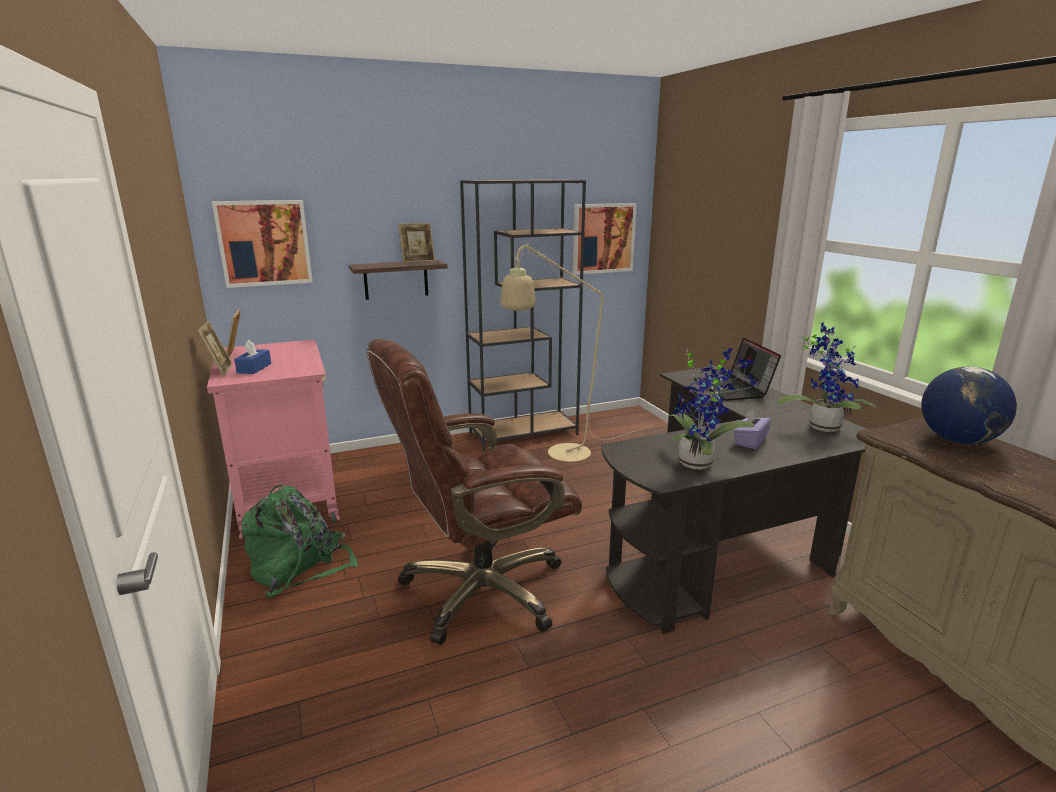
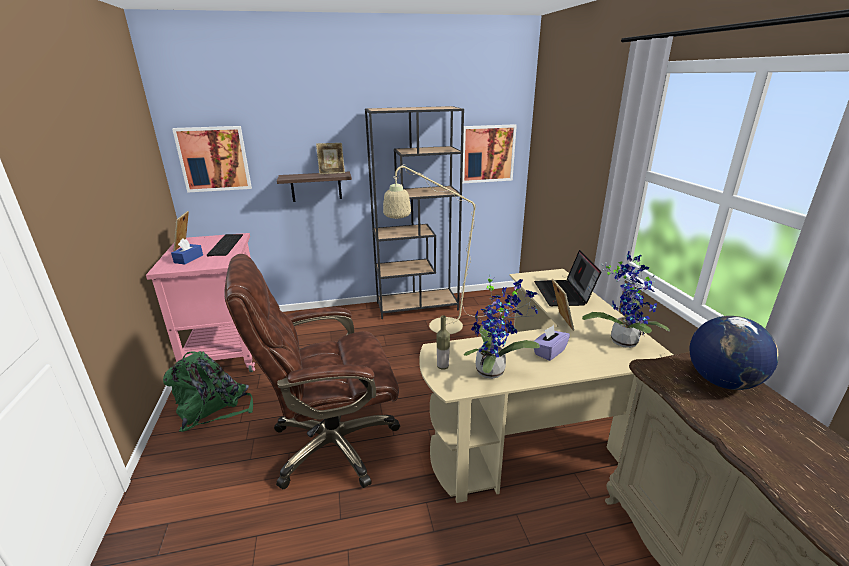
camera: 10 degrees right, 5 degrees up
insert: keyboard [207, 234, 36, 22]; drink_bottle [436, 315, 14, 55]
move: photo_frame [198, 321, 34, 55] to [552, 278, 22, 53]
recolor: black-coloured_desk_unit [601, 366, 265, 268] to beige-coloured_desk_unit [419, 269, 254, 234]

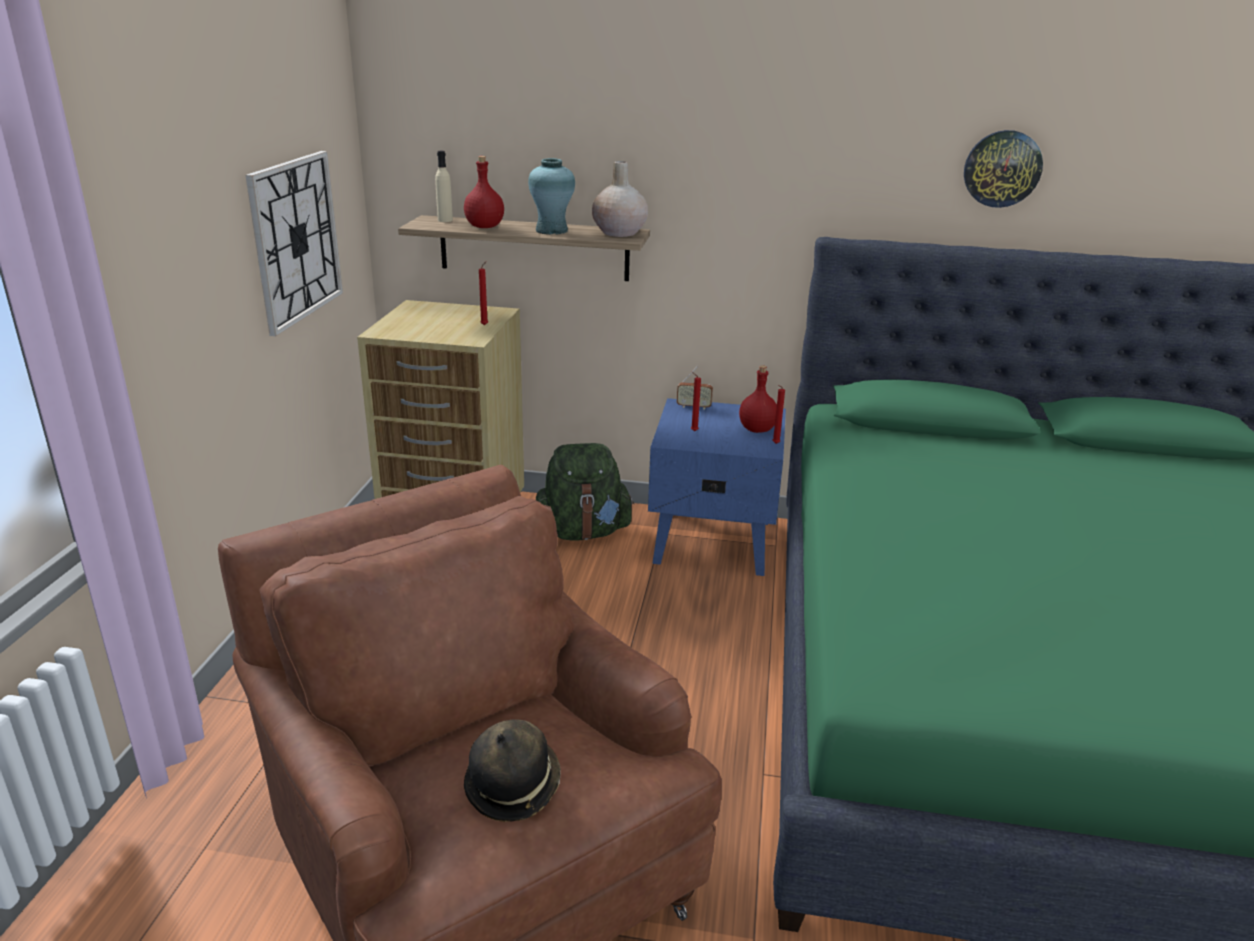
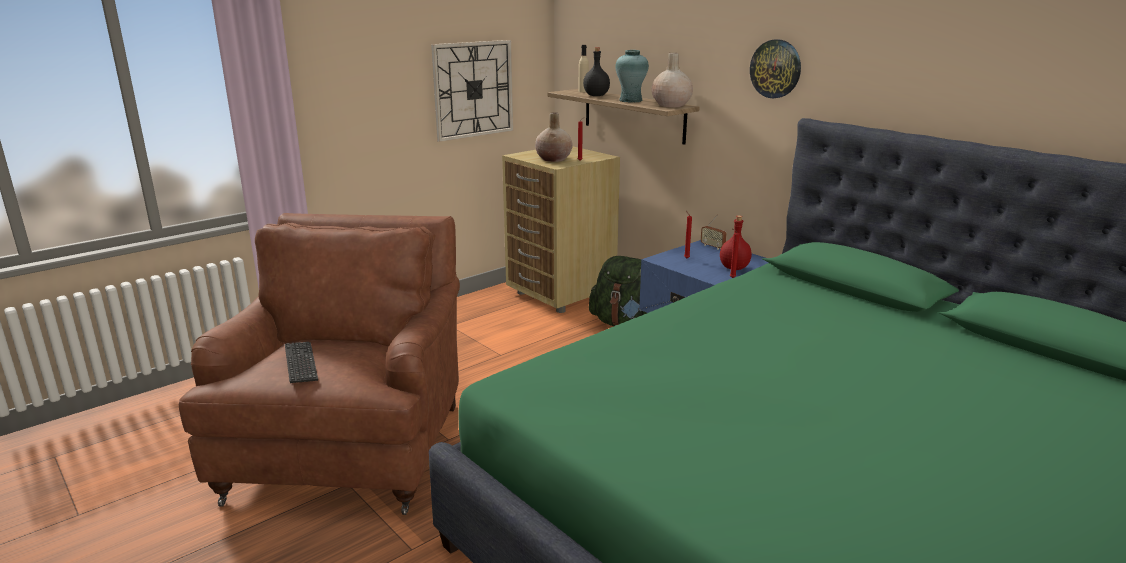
camera: 40 degrees right, 5 degrees down
insert: beige-coloured_vase [535, 112, 38, 50]
move: hanging_clock [964, 130, 79, 78] to [750, 39, 51, 59]
replace: hat [464, 719, 97, 103] to keyboard [285, 342, 33, 41]
recolor: red_drink_bottle [464, 156, 40, 72] to black-coloured_drink_bottle [583, 47, 27, 49]

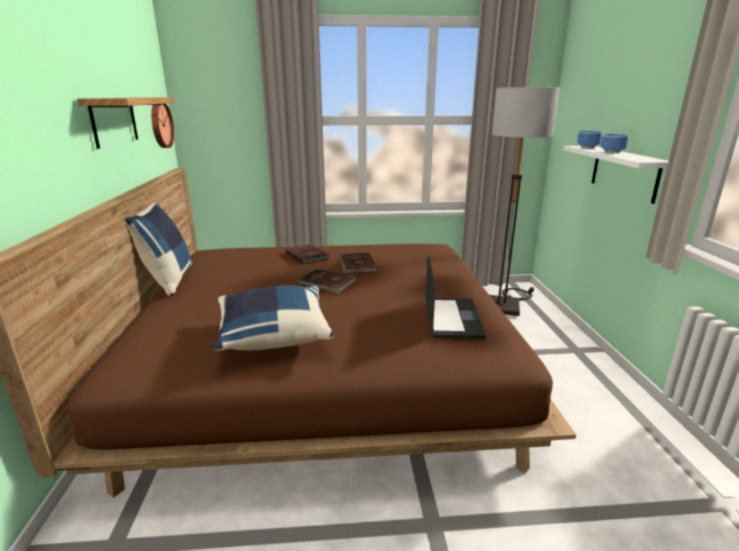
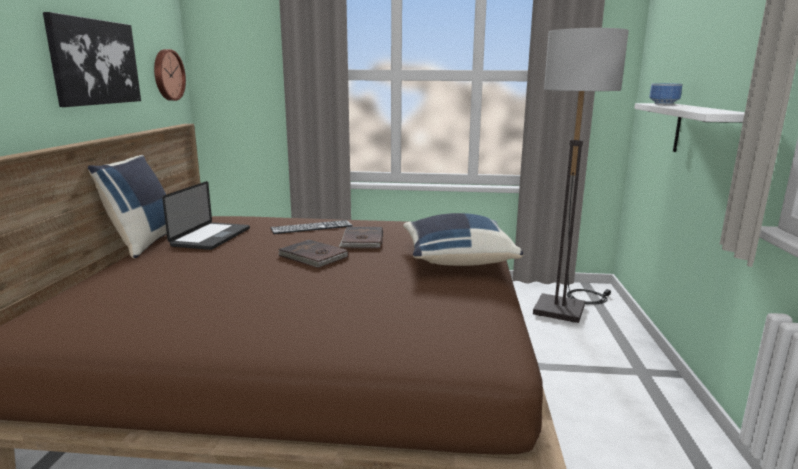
camera: 10 degrees right, 5 degrees down
delete: serving_bowl [600, 134, 29, 19]
move: laptop [425, 255, 61, 84] to [162, 181, 88, 69]; blue_pillow [213, 286, 121, 65] to [403, 213, 120, 53]
replace: wall_shelf [77, 97, 98, 52] to wall_art [43, 12, 98, 95]; brownish_volume [286, 244, 43, 21] to keyboard [270, 220, 83, 14]

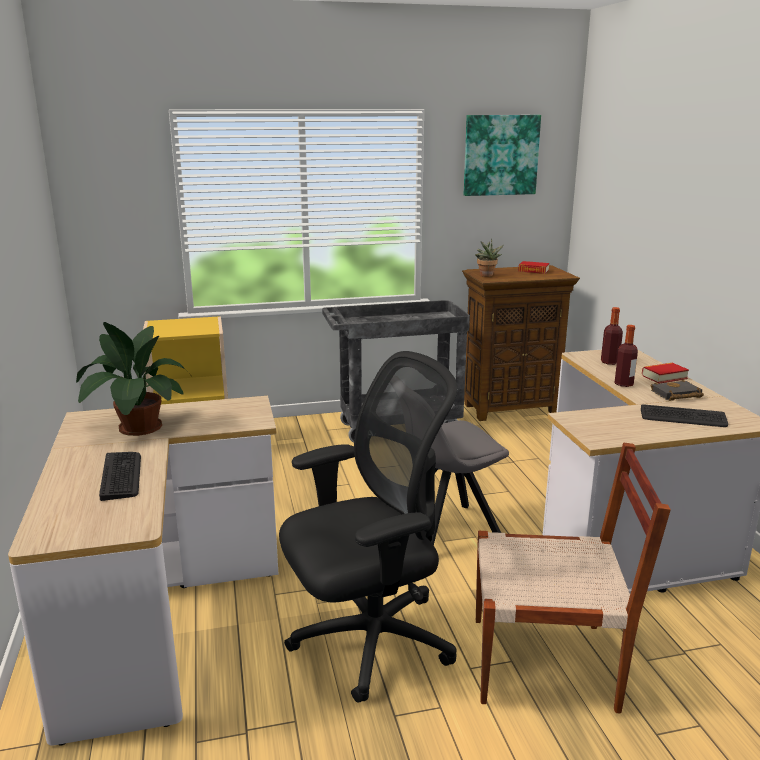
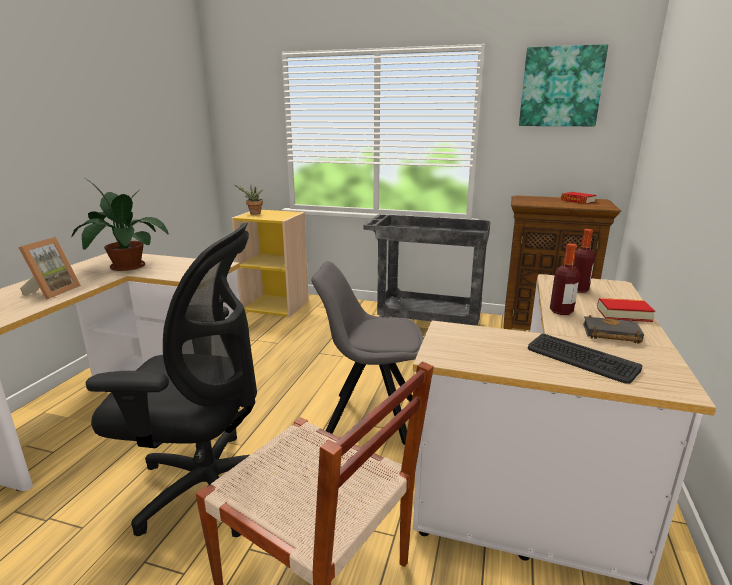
camera: 30 degrees right, 0 degrees up
move: plant_in_a_pot [475, 239, 29, 38] to [235, 184, 28, 31]
replace: keyboard [99, 452, 42, 49] to photo_frame [18, 237, 63, 63]

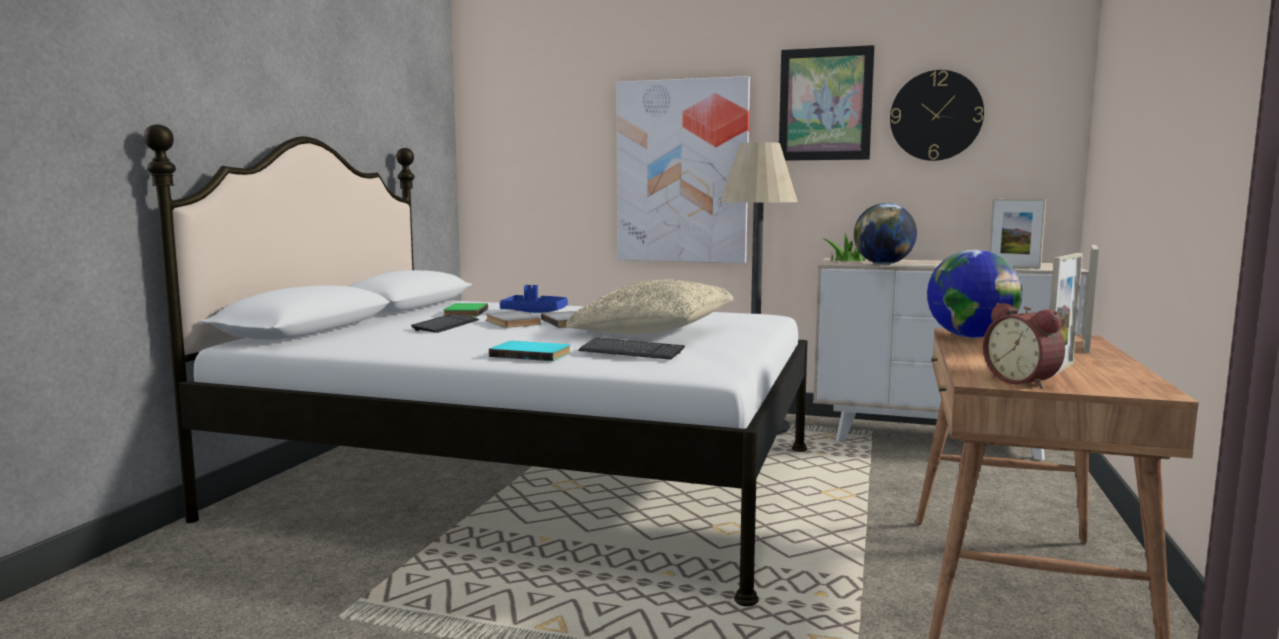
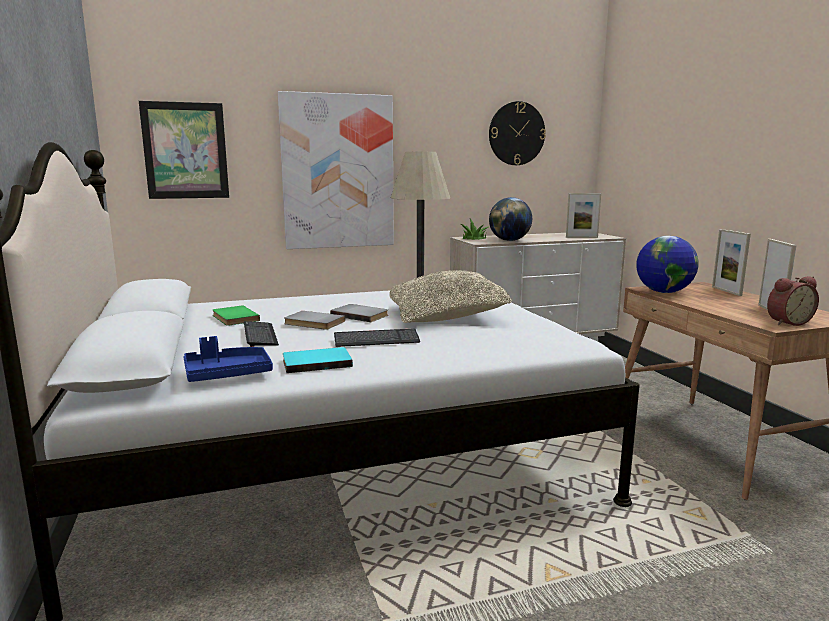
camera: 35 degrees left, 5 degrees up
move: wall_art [779, 45, 96, 116] to [139, 101, 90, 98]; blue_tray [500, 285, 68, 28] to [184, 336, 89, 46]; turquoise-coloured_volume [489, 341, 82, 20] to [283, 347, 70, 26]; keyboard [578, 338, 107, 22] to [334, 329, 86, 18]
rotate: bedside_clock [983, 303, 82, 86] = [767, 276, 52, 50] 45 degrees counterclockwise

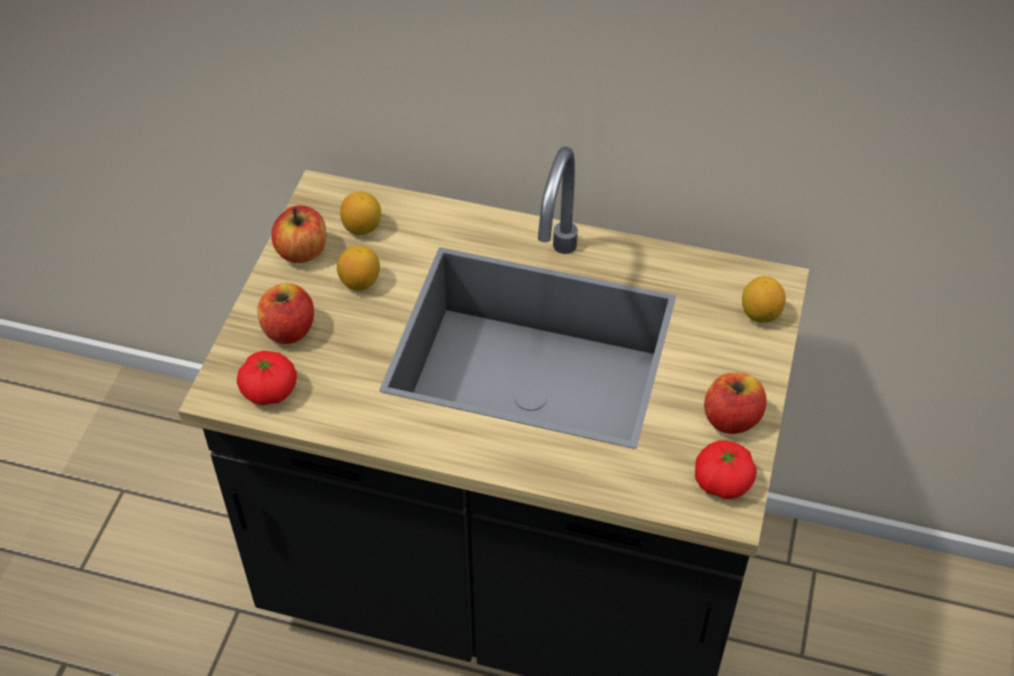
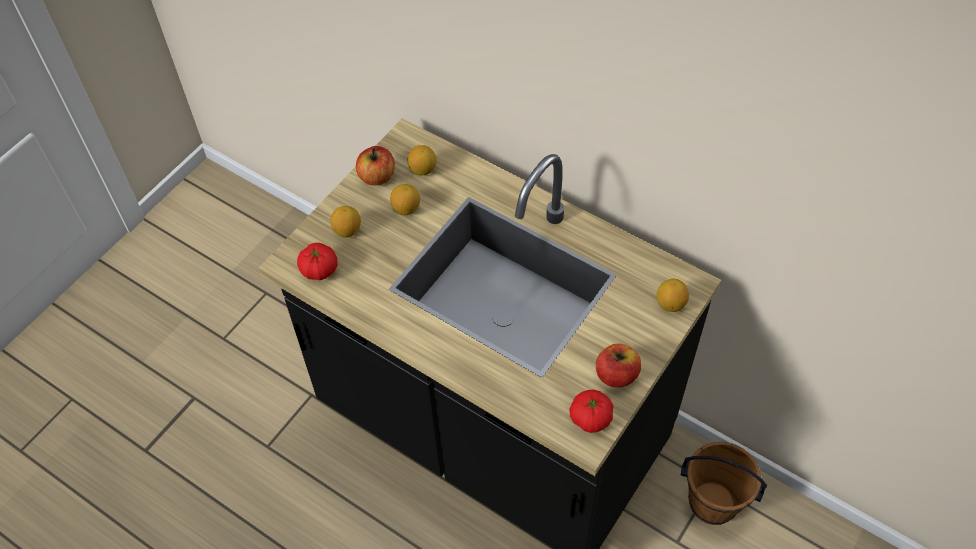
camera: 20 degrees right, 5 degrees up
insert: brownish_bucket [681, 442, 86, 83]
replace: whole_apple [257, 283, 57, 61] to lemon [330, 206, 31, 32]

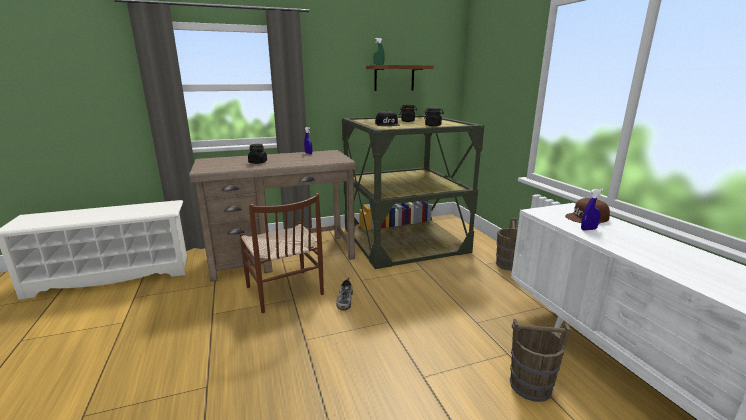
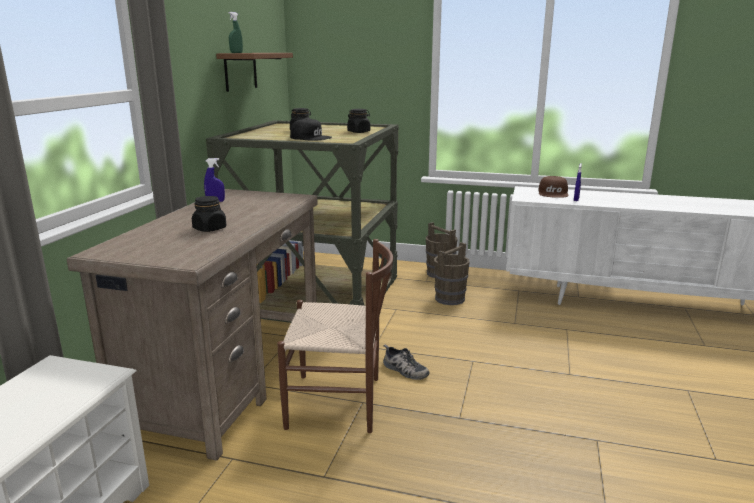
camera: 55 degrees left, 0 degrees up
move: brownish_bucket [510, 319, 61, 83] to [434, 242, 36, 63]

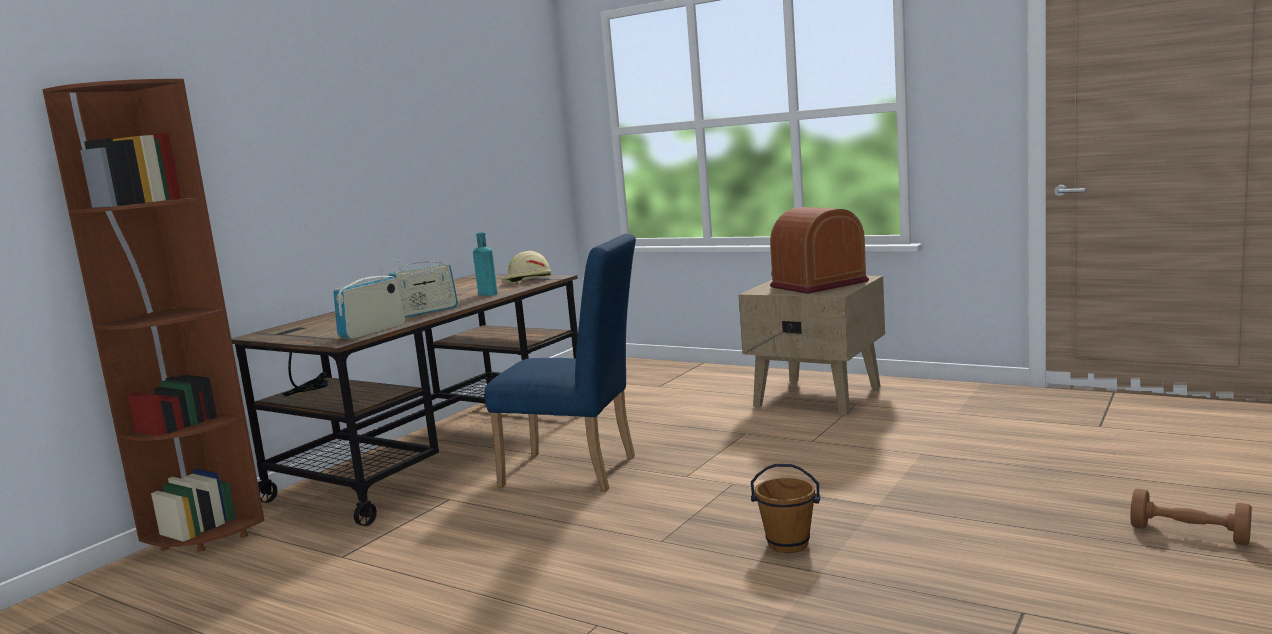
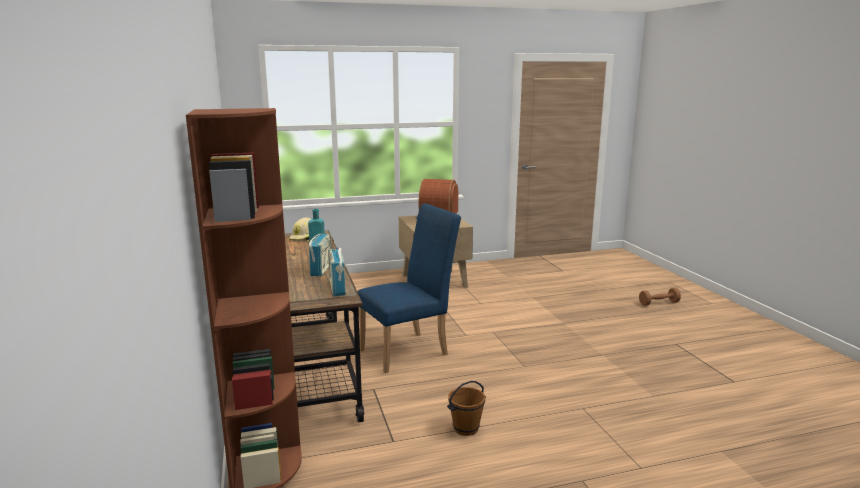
camera: 50 degrees left, 5 degrees up
move: brownish_bucket [751, 464, 69, 89] to [447, 381, 39, 55]

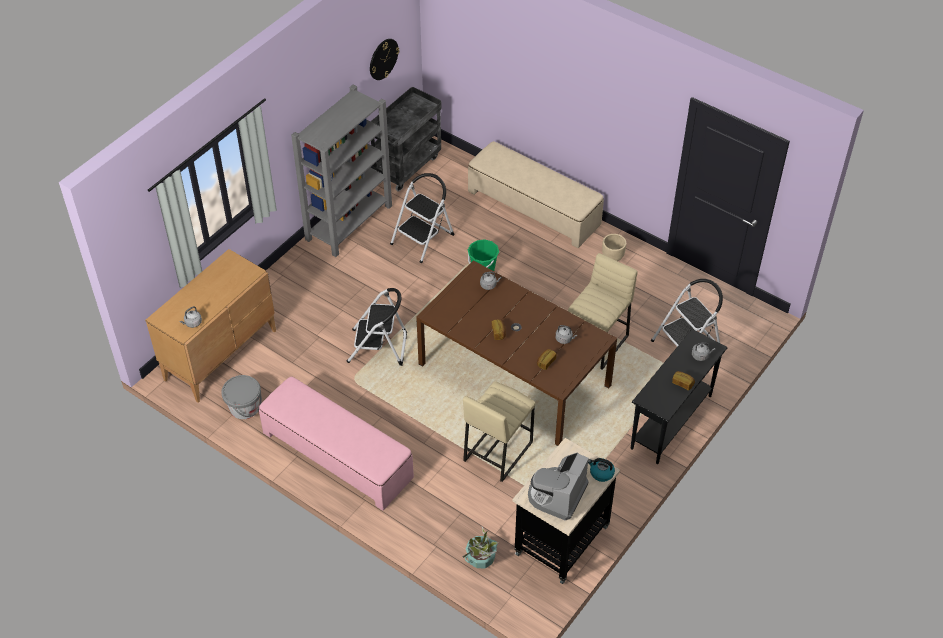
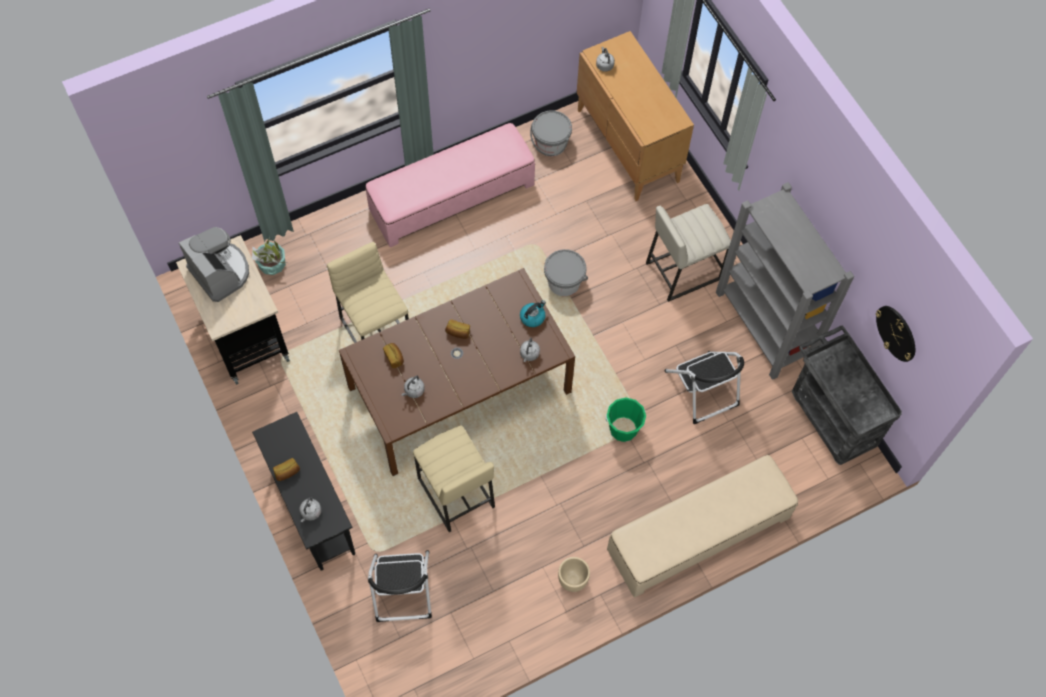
camera: 115 degrees right, 15 degrees up
insert: beige-coloured_stool_seat [646, 204, 85, 98]
move: water_kettle [588, 458, 27, 24] to [520, 300, 26, 27]
replace: step_ladder [347, 288, 60, 78] to gray_bucket [544, 249, 44, 47]

